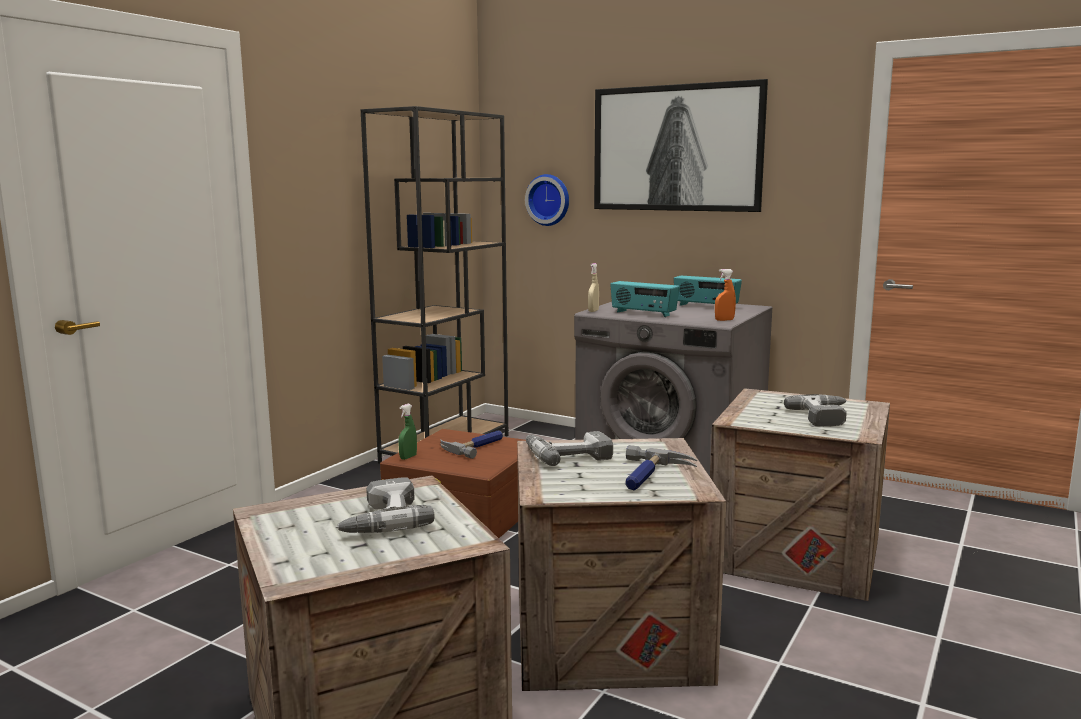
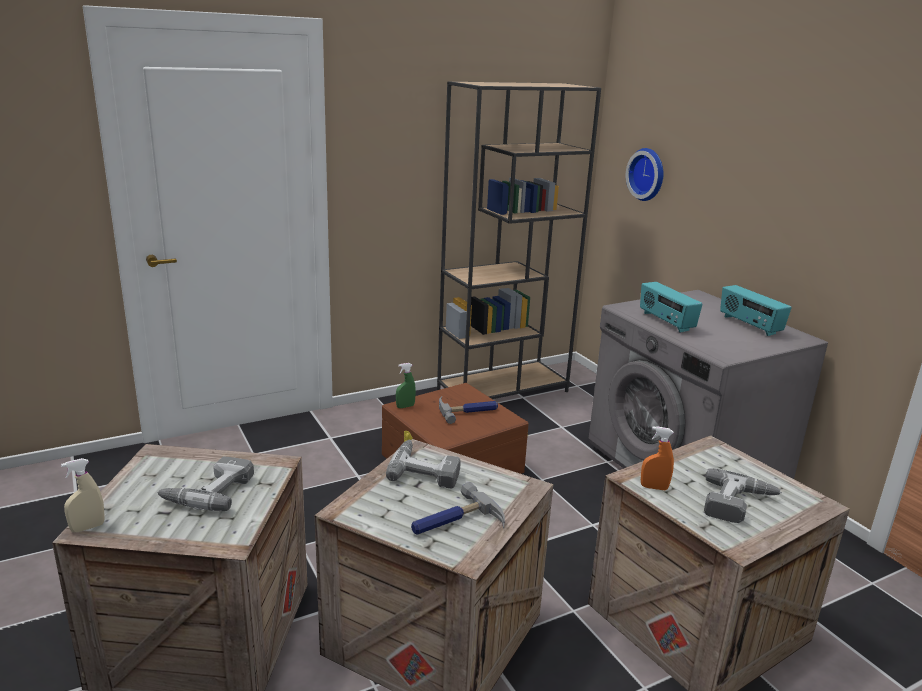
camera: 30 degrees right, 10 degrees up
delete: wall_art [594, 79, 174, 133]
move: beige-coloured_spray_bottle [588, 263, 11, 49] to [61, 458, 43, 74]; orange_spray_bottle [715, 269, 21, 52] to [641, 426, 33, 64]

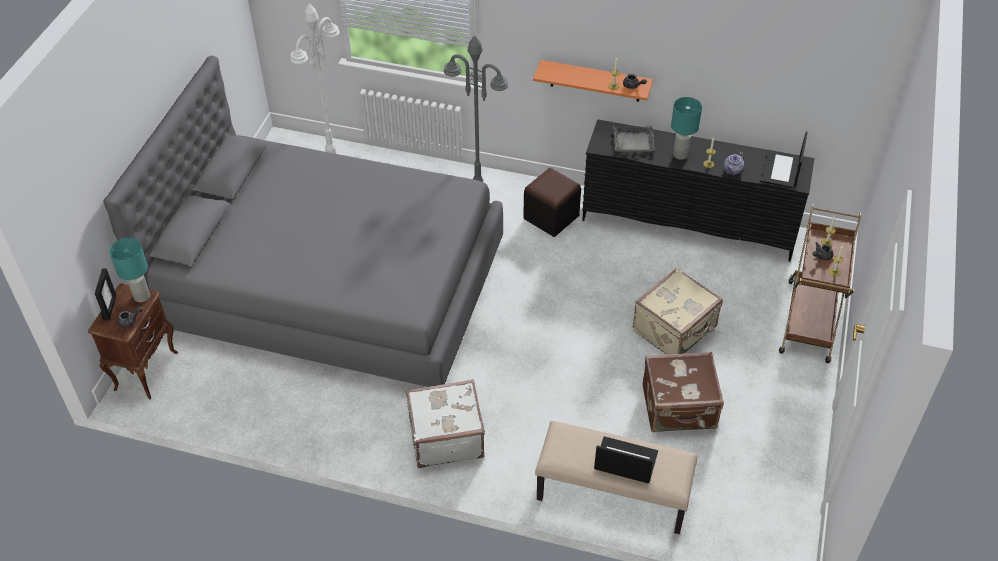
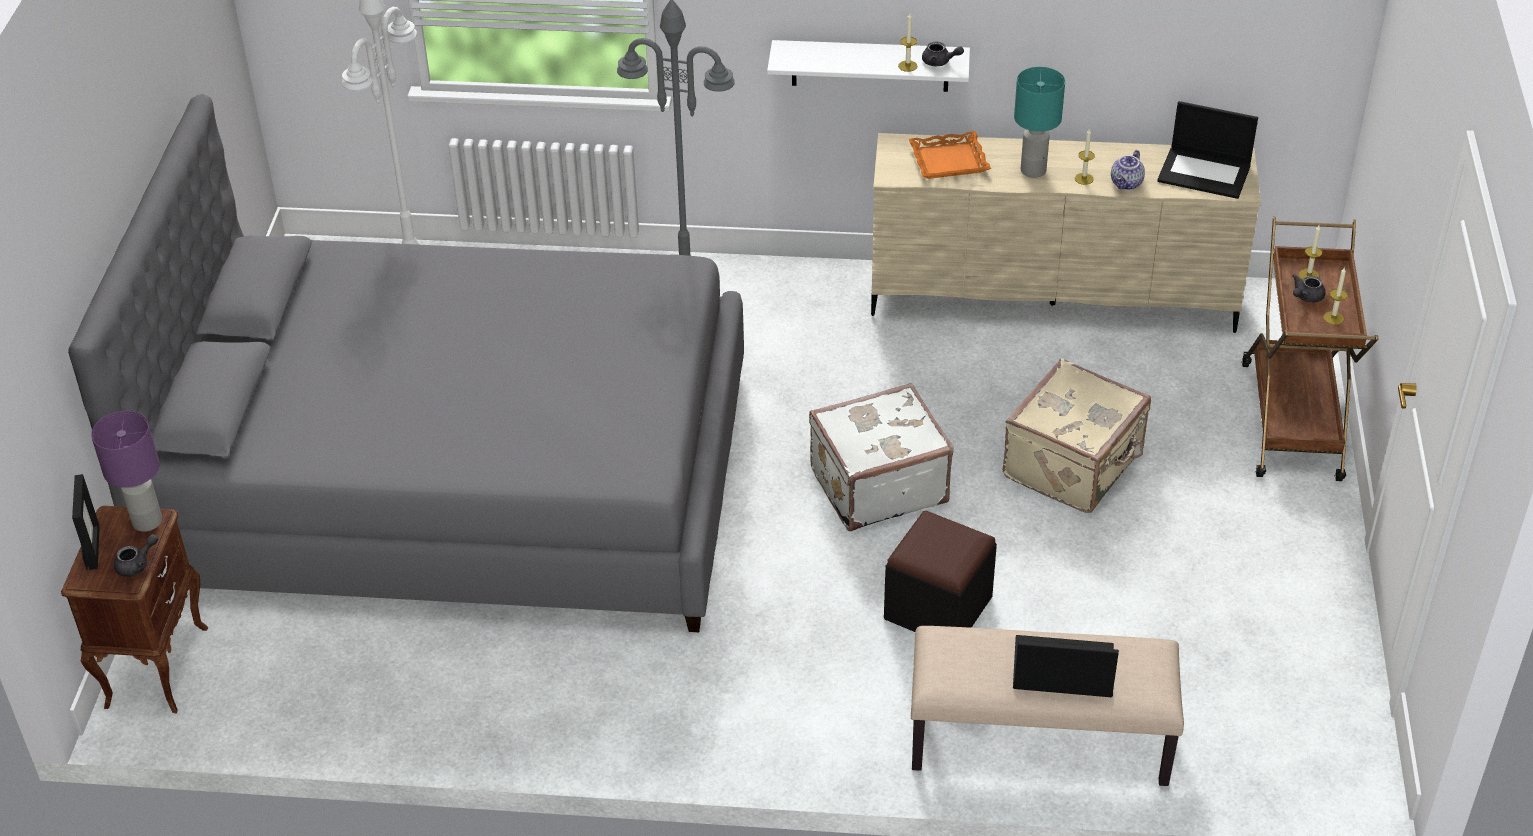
camera: 10 degrees left, 5 degrees down
delete: brownish_suitcase [643, 352, 81, 80]
move: white_suitcase [406, 380, 79, 88] to [809, 383, 145, 148]; black-coloured_pouffe [523, 168, 58, 69] to [884, 511, 113, 121]
recolor: turquoise-coloured_table_lamp [109, 238, 41, 64] to purple_table_lamp [91, 411, 71, 121]; orange_wall_shelf [533, 60, 120, 42] to white_wall_shelf [767, 40, 203, 52]; black-coloured_drawer_chest [582, 119, 233, 143] to beige-coloured_drawer_chest [871, 133, 390, 200]; gray_tray [613, 126, 43, 26] to orange_tray [909, 131, 82, 48]
rotate: laptop [760, 131, 48, 57] = [1157, 101, 101, 98] 75 degrees counterclockwise

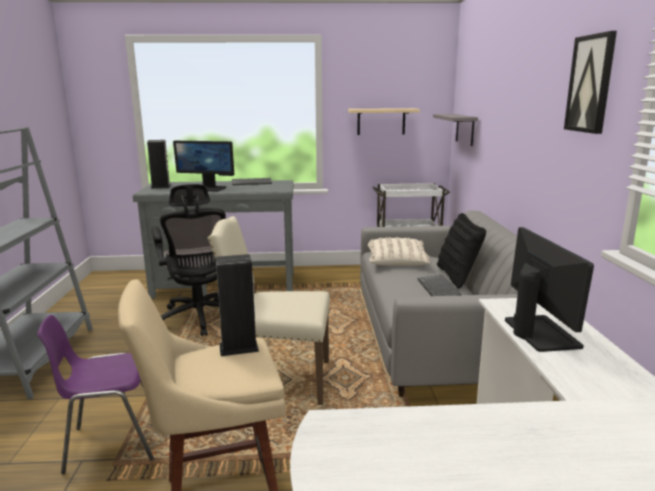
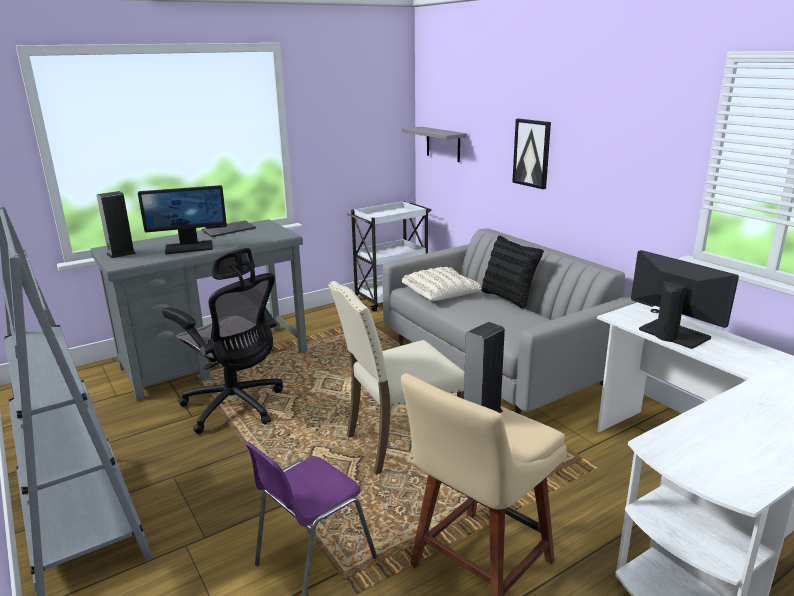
camera: 30 degrees left, 5 degrees up
delete: beige-coloured_wall_shelf [348, 108, 72, 27]; keyboard [417, 274, 45, 22]
move: wall_art [564, 31, 53, 103] to [512, 119, 39, 70]

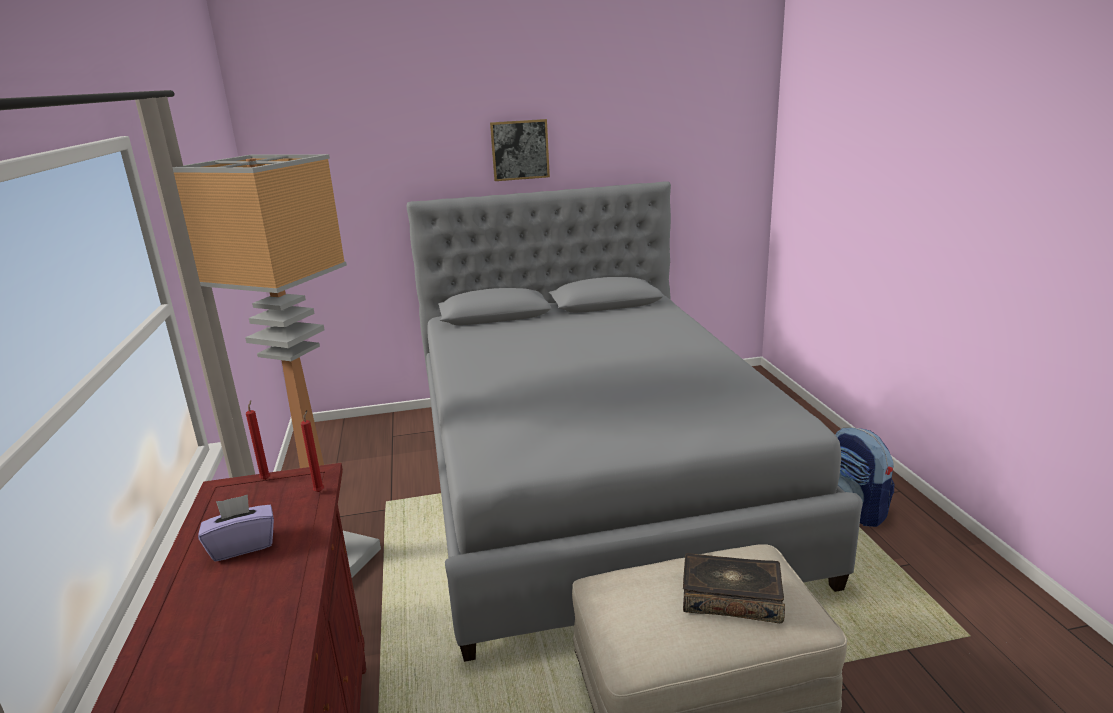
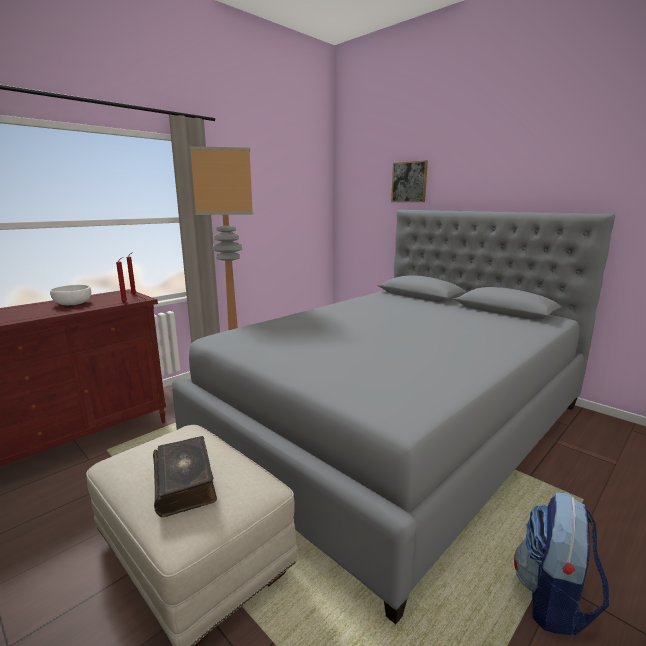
camera: 55 degrees right, 5 degrees down
move: wall_art [490, 119, 60, 62] to [391, 160, 37, 42]
replace: purple_tissue_holder [198, 494, 76, 68] to white_serving_bowl [50, 285, 41, 20]

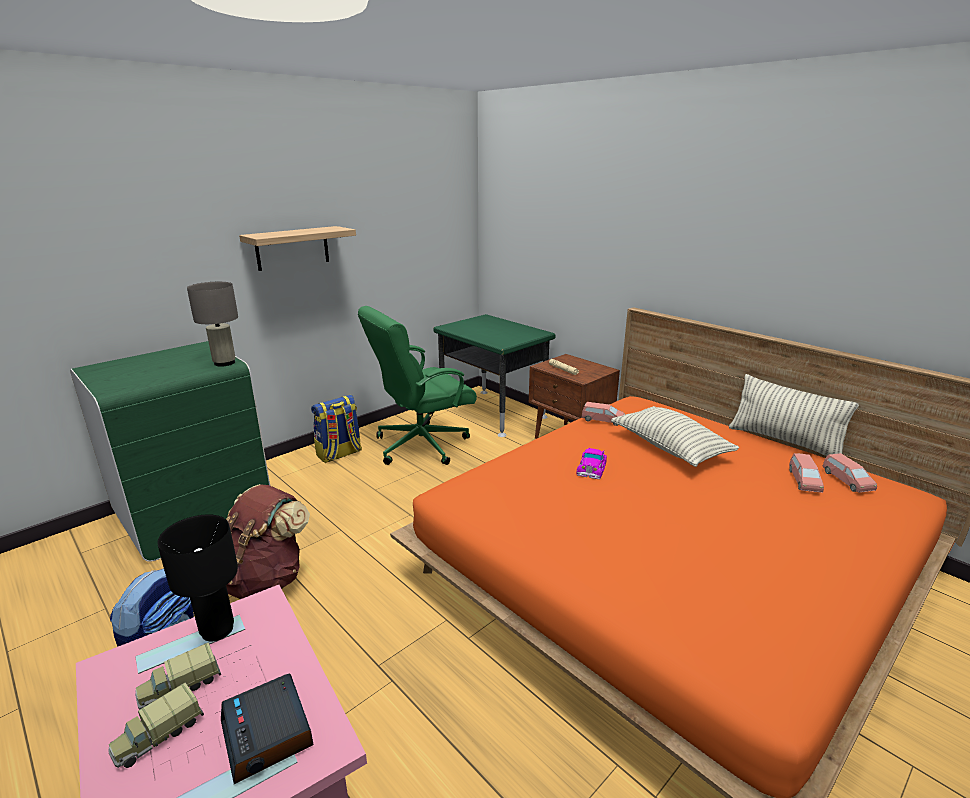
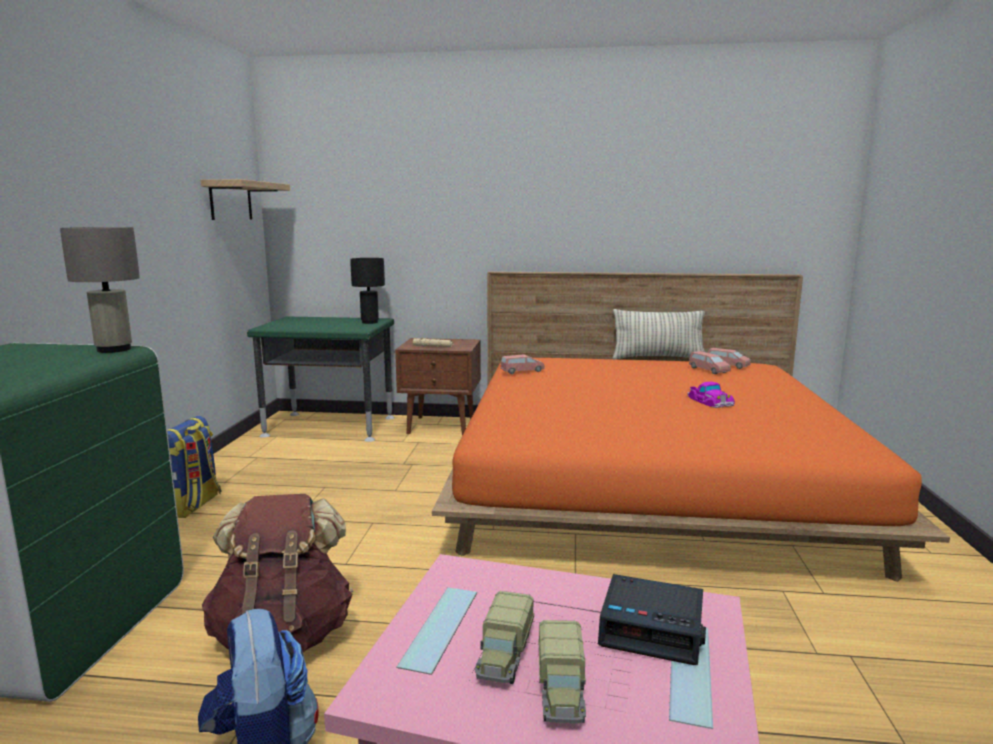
camera: 40 degrees left, 10 degrees down
delete: green_desk_chair [358, 306, 119, 159]; pillow [611, 406, 128, 61]
move: wall_shelf [239, 226, 117, 45] to [200, 179, 90, 41]; black-coloured_table_lamp [157, 514, 81, 128] to [350, 258, 35, 66]; miniature_car [576, 448, 31, 31] to [687, 382, 48, 26]

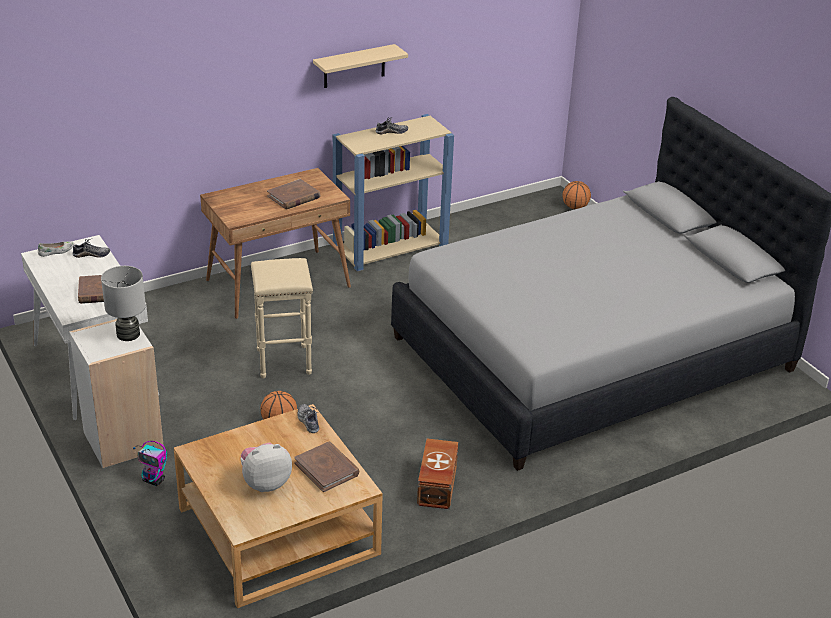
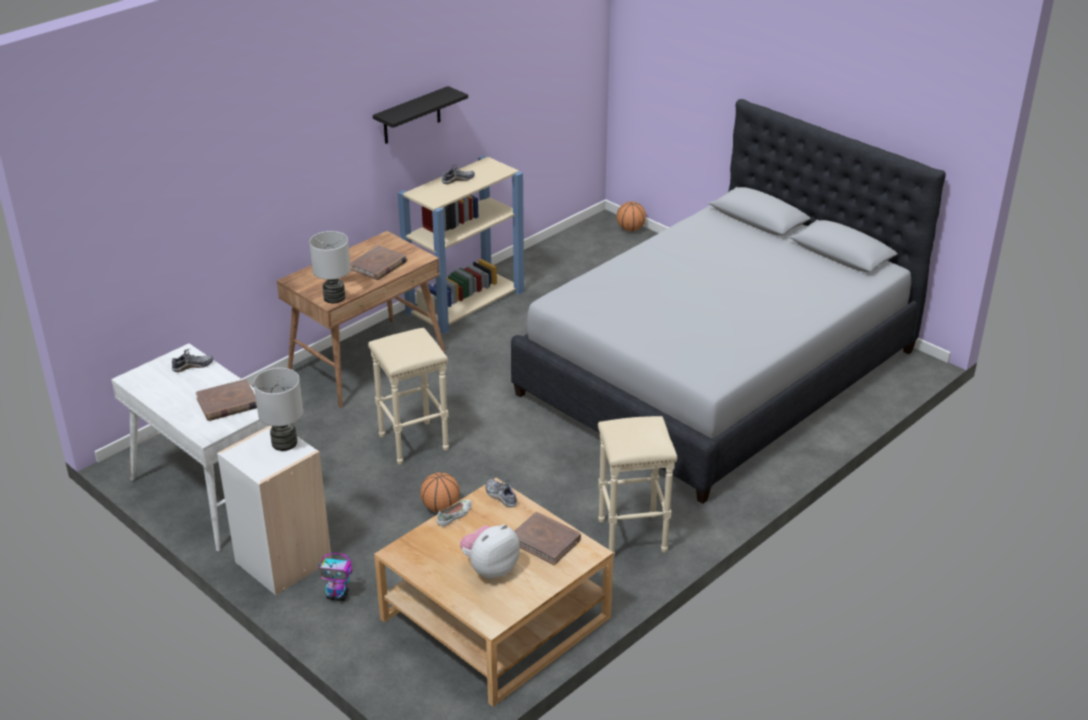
camera: 15 degrees left, 0 degrees up
insert: gray_table_lamp [309, 231, 42, 72]
move: white_shoe [38, 241, 36, 16] to [437, 499, 35, 27]
replace: brownish_storage_container [417, 439, 41, 70] to beige-coloured_stool_seat [598, 416, 79, 141]
recolor: beige-coloured_wall_shelf [313, 44, 95, 44] to black-coloured_wall_shelf [373, 86, 95, 58]

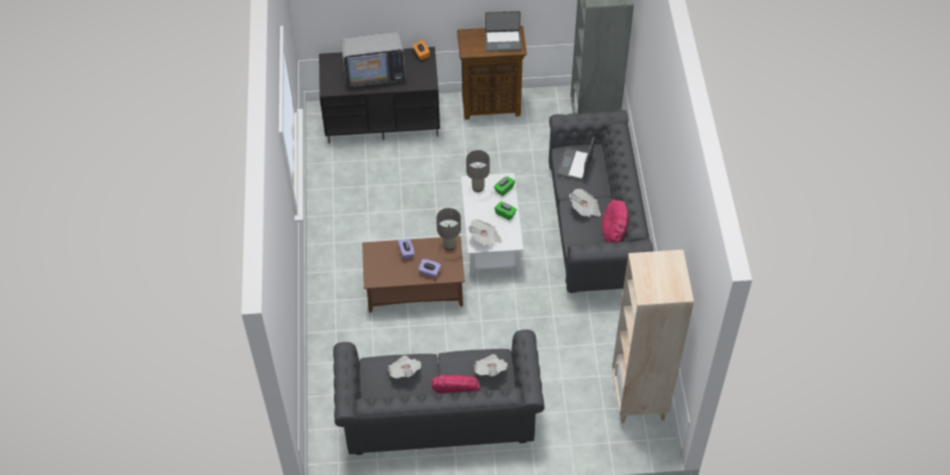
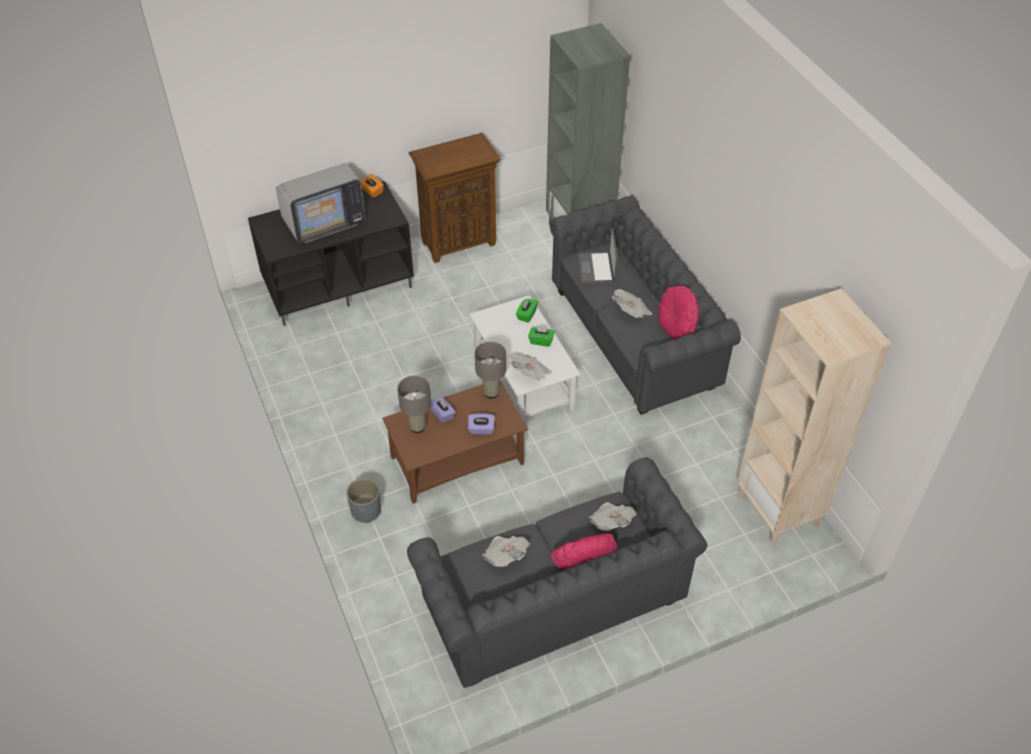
camera: 20 degrees left, 5 degrees down
delete: laptop [485, 11, 37, 41]
insert: gray_planter [346, 478, 35, 45]
move: gray_table_lamp [466, 150, 24, 42] to [398, 375, 33, 58]

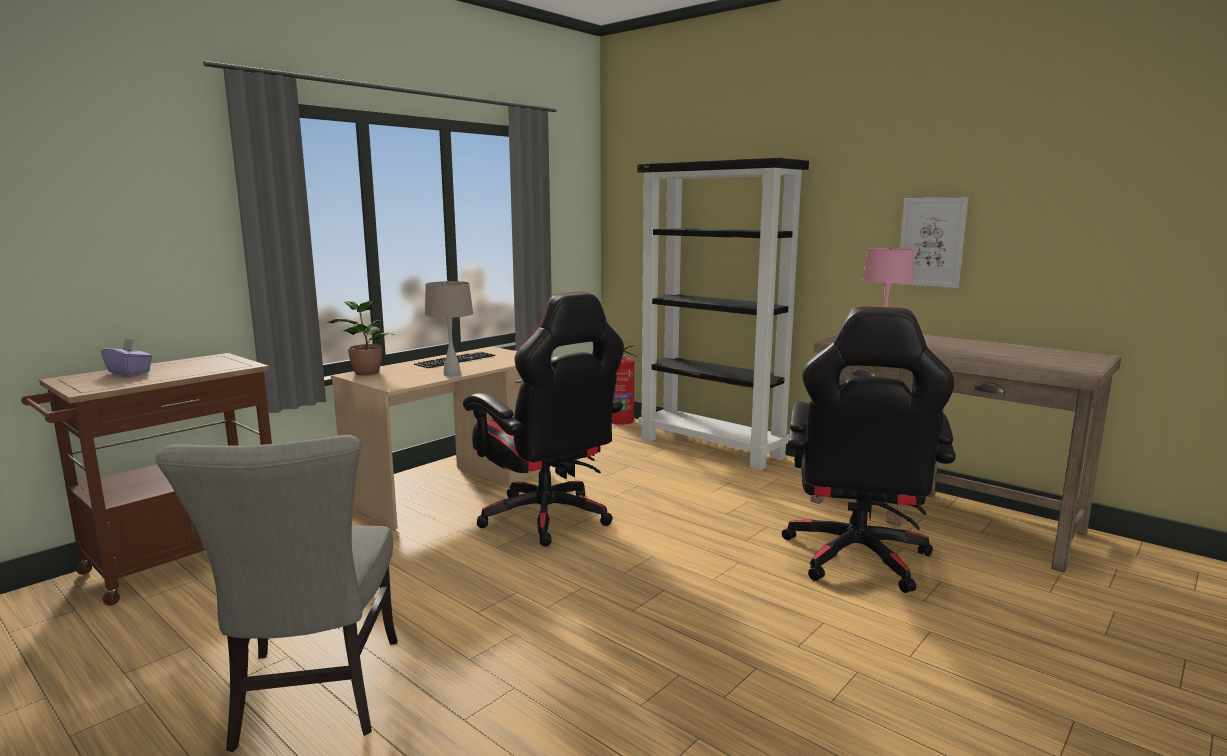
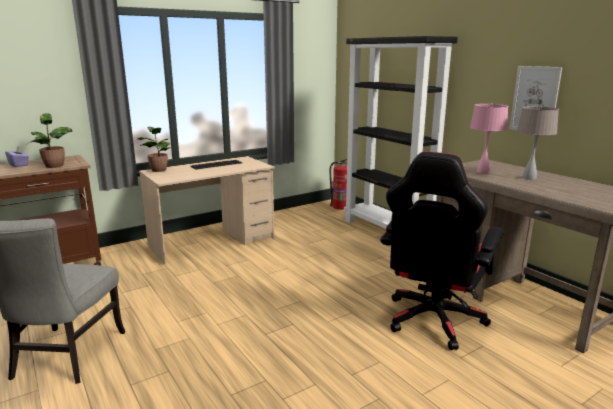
camera: 15 degrees right, 5 degrees up
delete: black-coloured_desk_chair [463, 291, 161, 255]
insert: plant_in_a_pot [27, 113, 45, 55]
move: beige-coloured_table_lamp [425, 281, 48, 95] to [517, 106, 42, 74]

